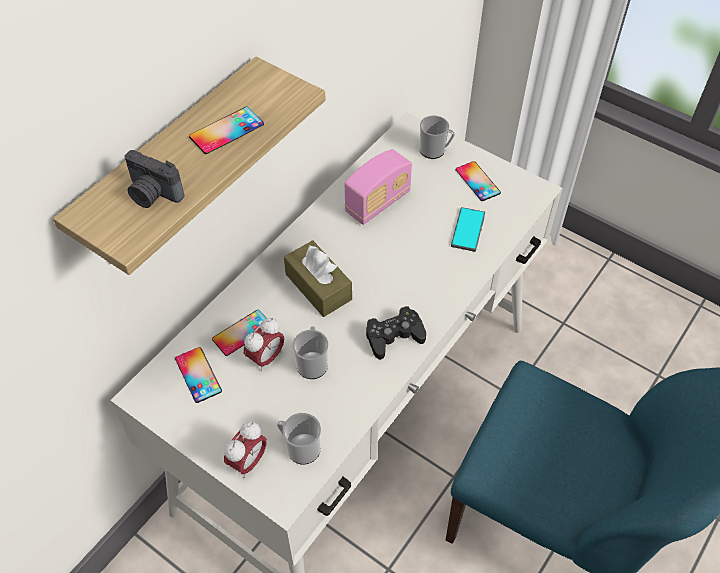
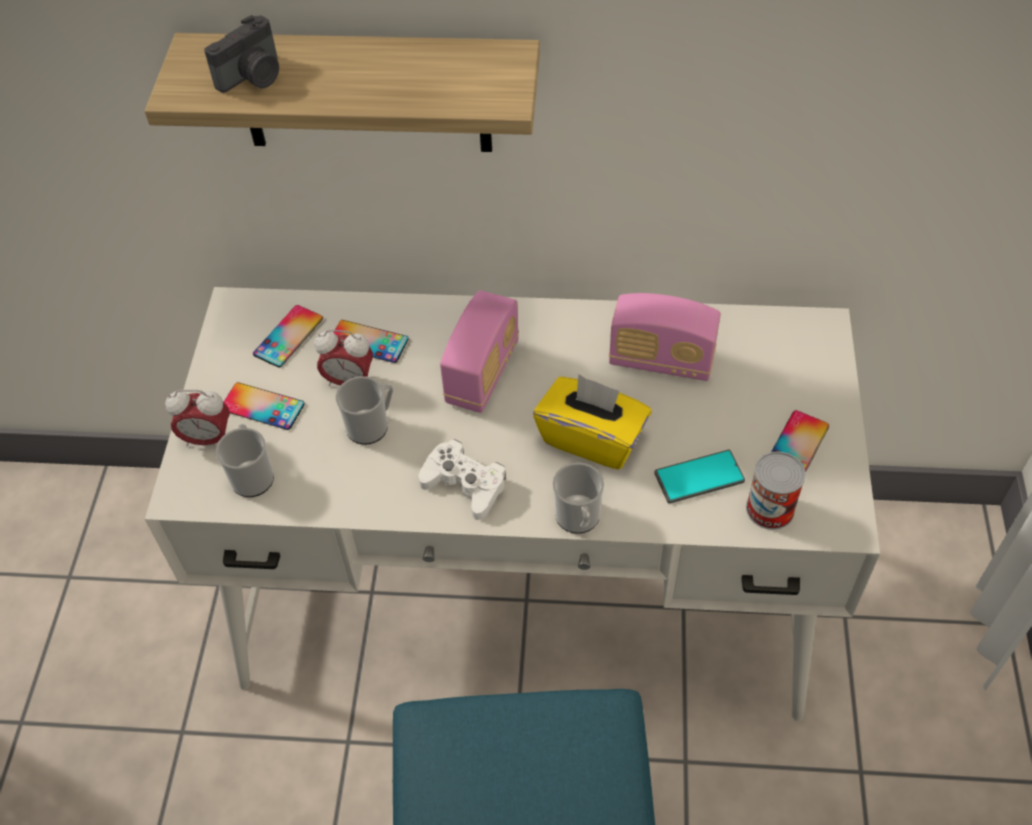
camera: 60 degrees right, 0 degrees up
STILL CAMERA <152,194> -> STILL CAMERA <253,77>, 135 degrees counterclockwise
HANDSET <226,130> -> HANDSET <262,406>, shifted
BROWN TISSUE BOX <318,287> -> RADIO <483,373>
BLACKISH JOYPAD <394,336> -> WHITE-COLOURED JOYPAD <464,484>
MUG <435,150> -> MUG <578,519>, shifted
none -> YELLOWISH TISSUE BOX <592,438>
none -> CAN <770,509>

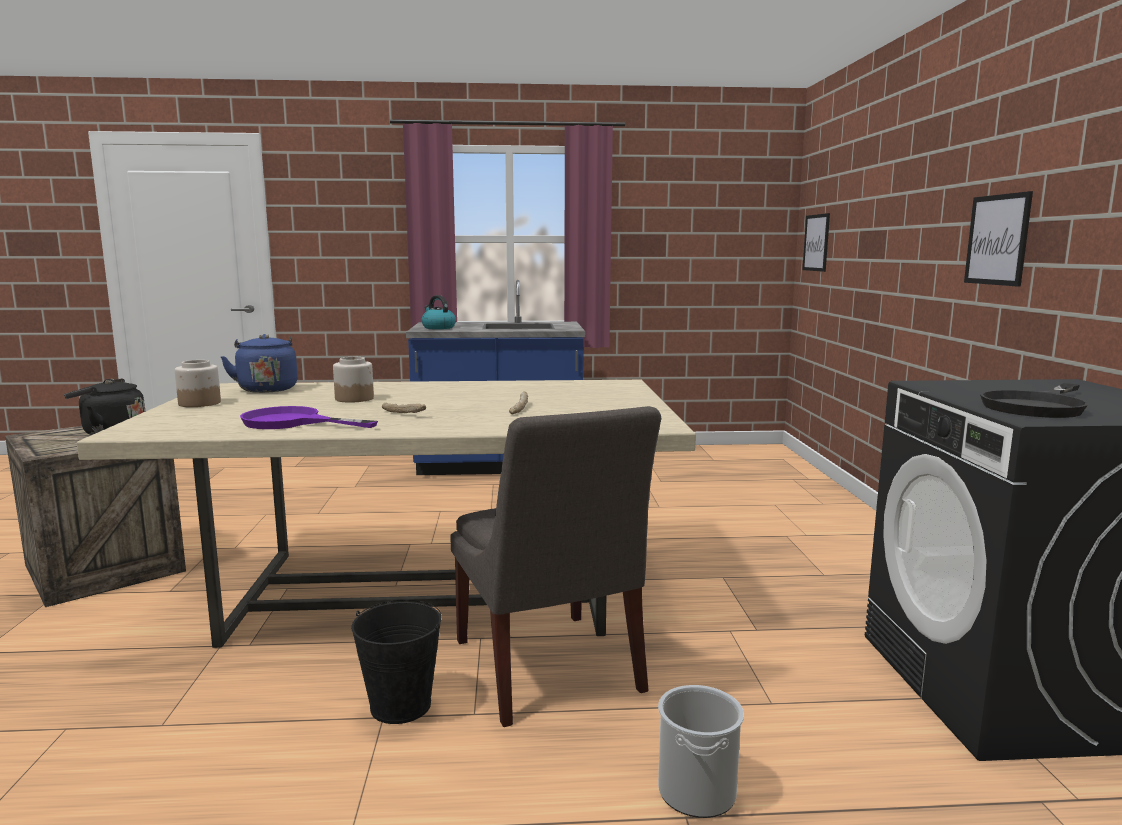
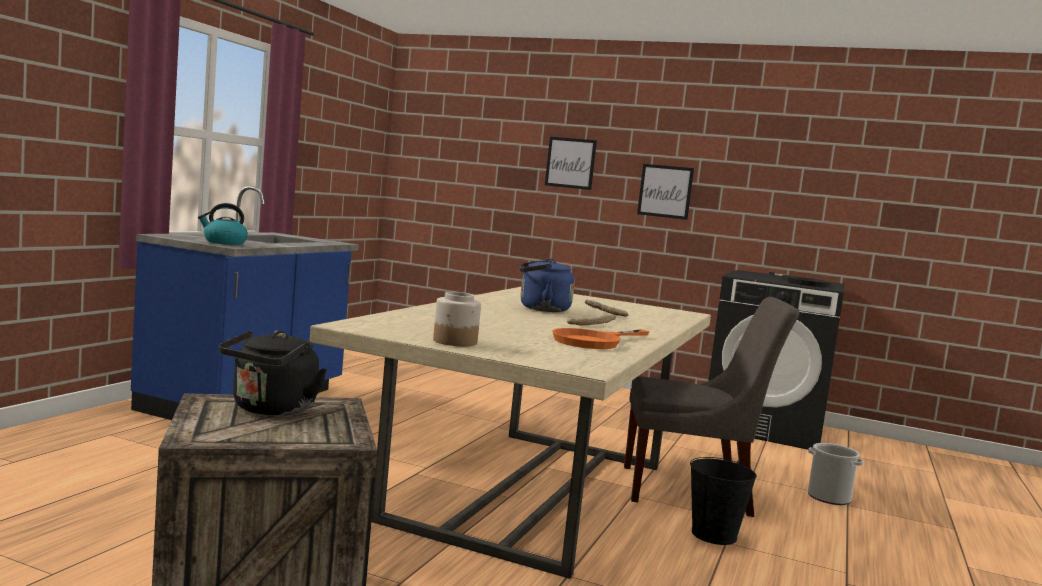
camera: 65 degrees left, 5 degrees down
BLUE WATER KETTLE <267,389> -> BLUE WATER KETTLE <541,309>, shifted
PURPLE-COLOURED PAN <292,422> -> ORANGE PAN <594,341>
JAR <354,398> -> none
PICTURE <816,242> -> PICTURE <570,163>, shifted

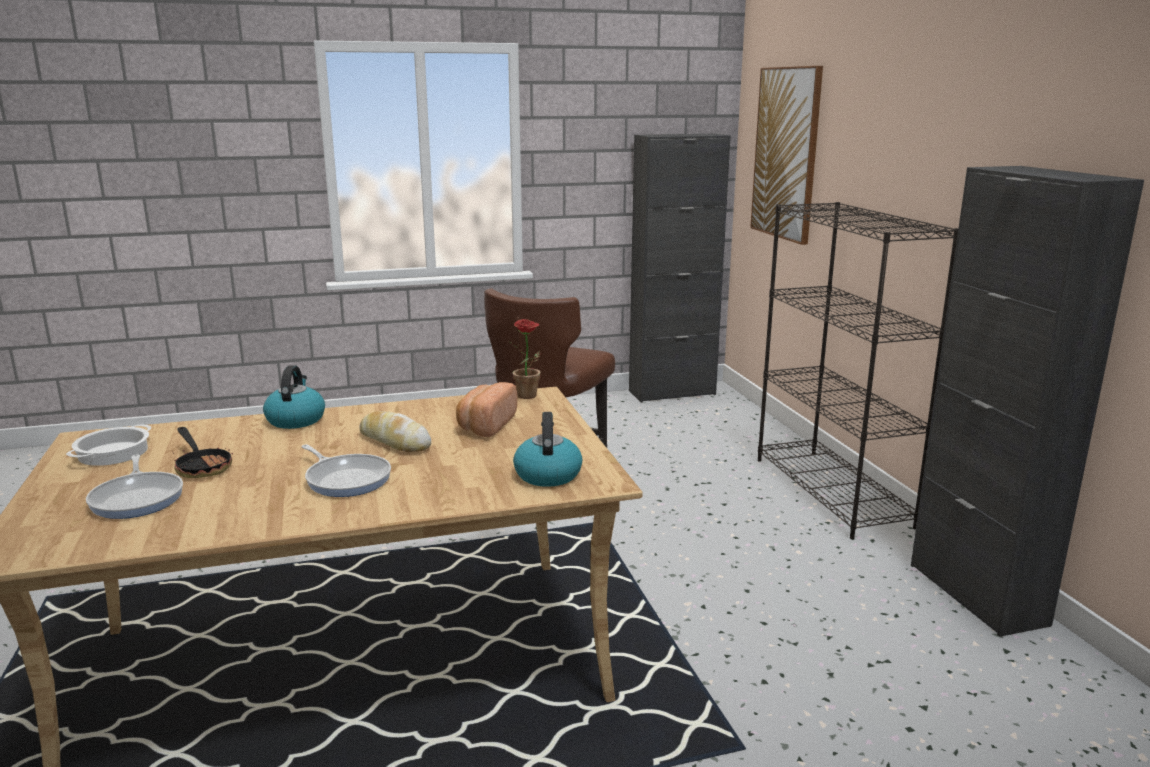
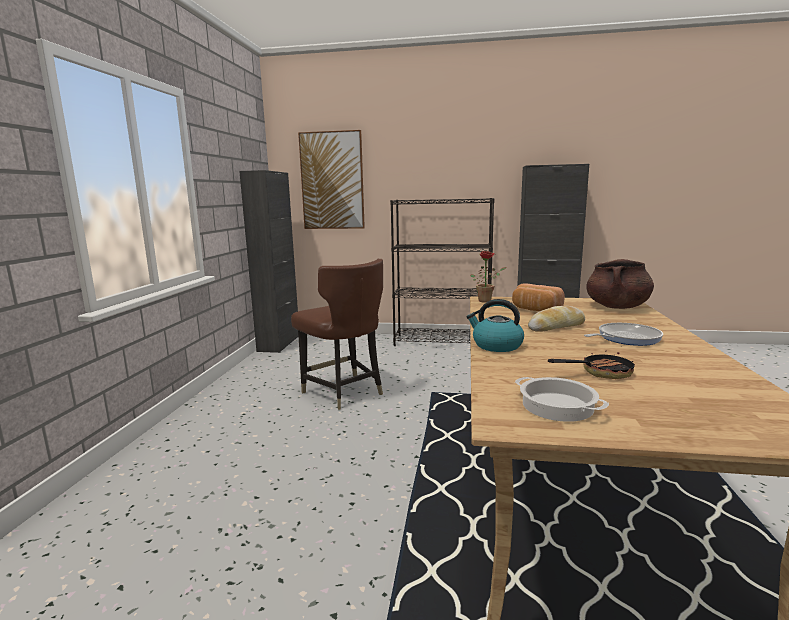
camera: 65 degrees left, 5 degrees down
PAN <138,498> -> none
WATER KETTLE <547,474> -> BROWN COOKING POT <617,307>

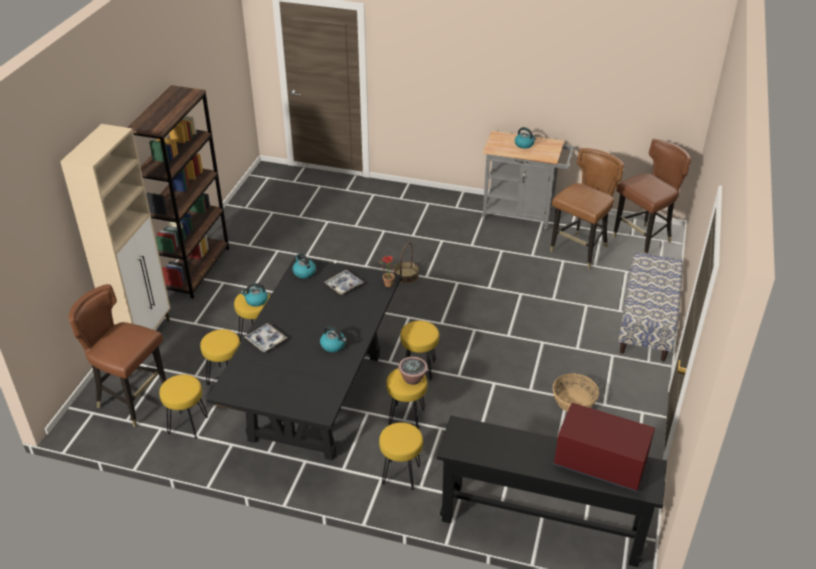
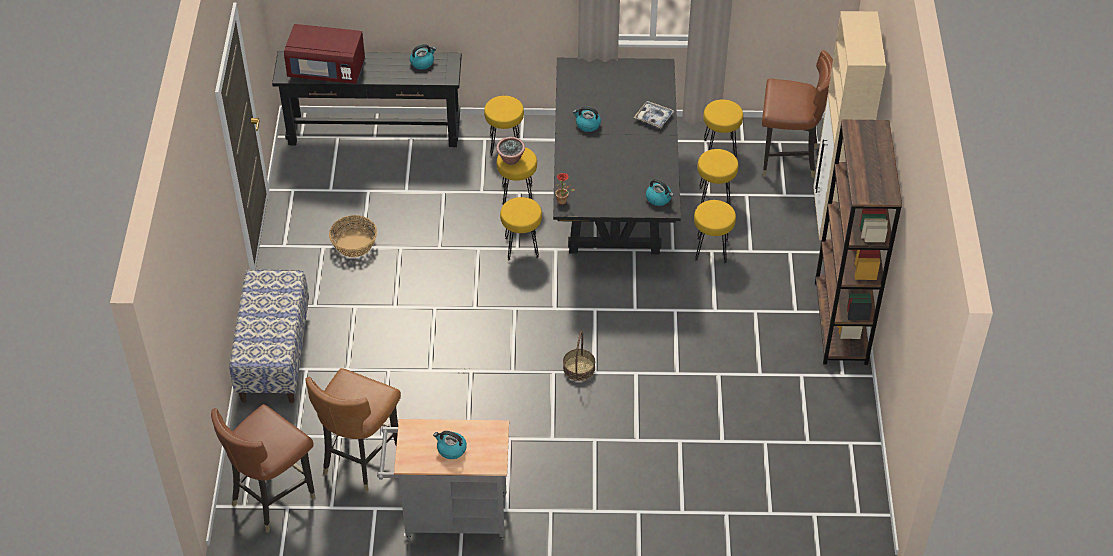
camera: 165 degrees right, 10 degrees up
WATER KETTLE <256,301> -> WATER KETTLE <422,62>, shifted
CARRYING TRAY <344,285> -> none

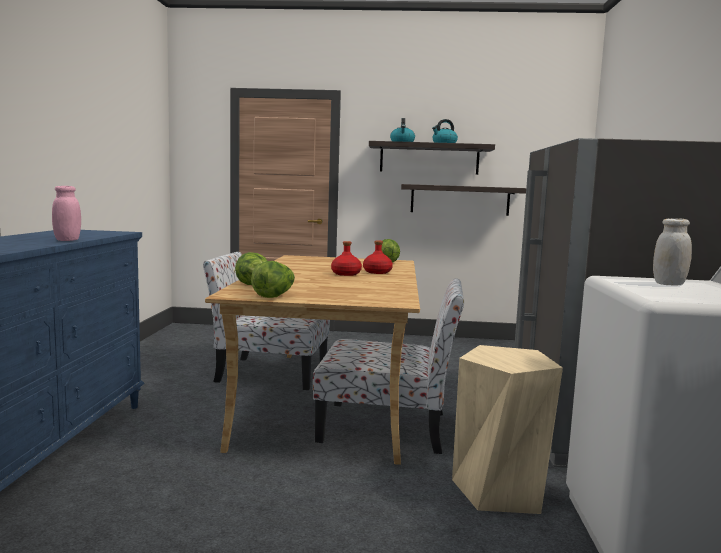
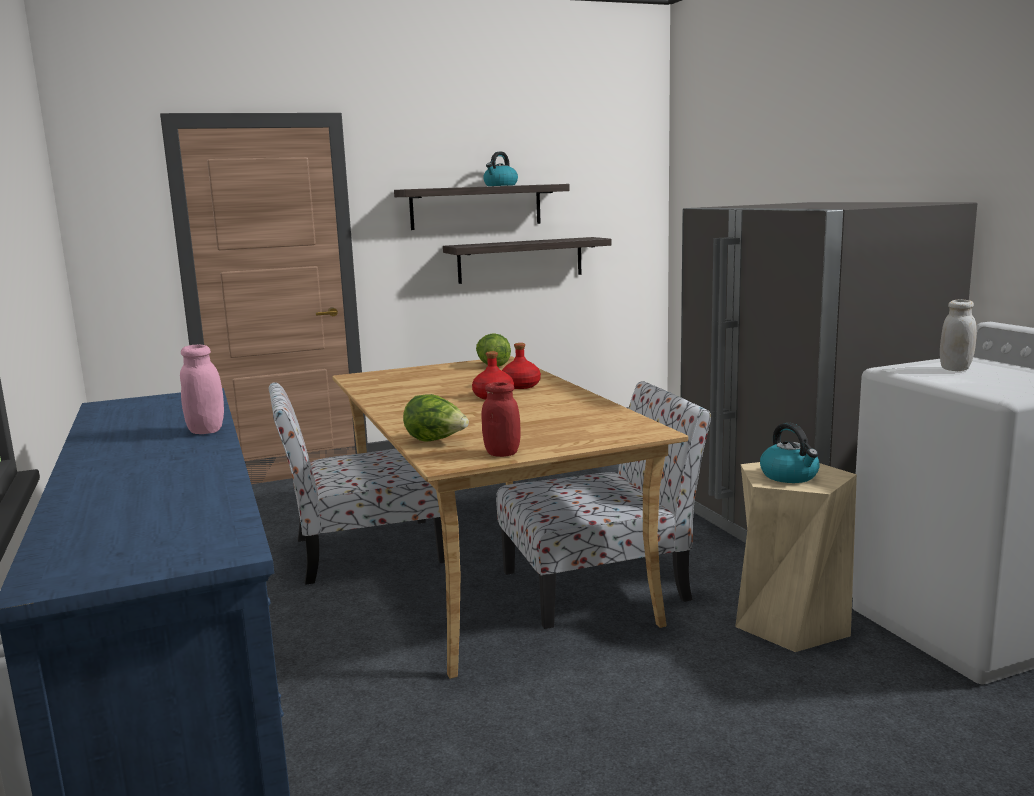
camera: 25 degrees left, 5 degrees up
LETTUCE HEAD <274,296> -> REDDISH JAR <502,453>
WATER KETTLE <402,142> -> WATER KETTLE <790,476>, shifted

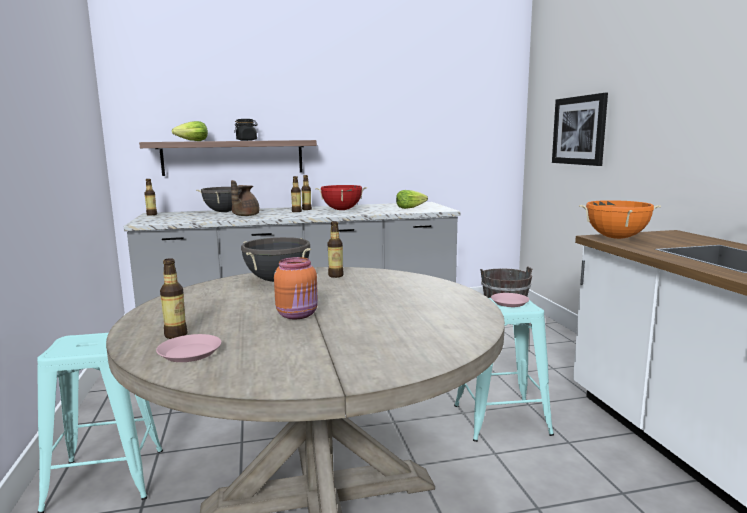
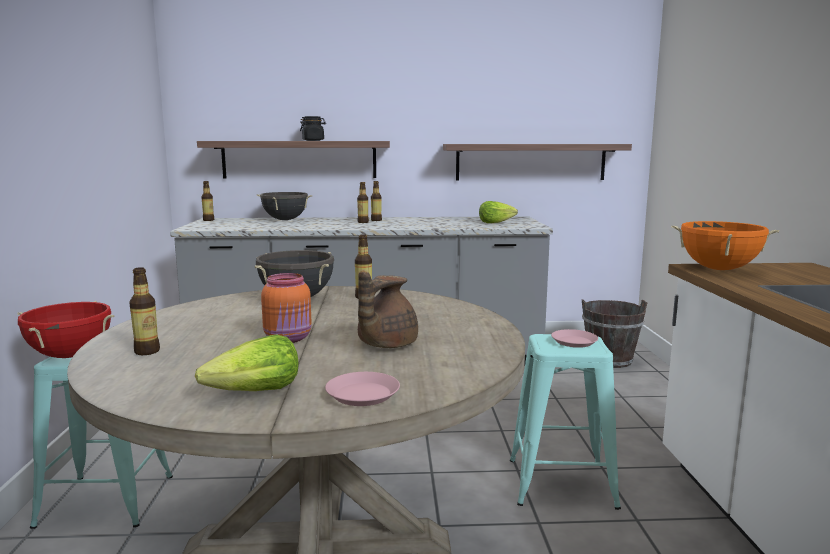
camera: 10 degrees right, 0 degrees up
PINK-COLOURED FLAT DISH <189,353> -> PINK-COLOURED FLAT DISH <362,394>, shifted
LETTUCE HEAD <192,141> -> LETTUCE HEAD <255,393>, shifted
BROWN TEA POT <244,215> -> BROWN TEA POT <385,344>, shifted
REDDISH COOKING POT <342,210> -> REDDISH COOKING POT <71,355>, shifted
PICTURE <579,130> -> none
none -> BRACKET SHELF <530,162>

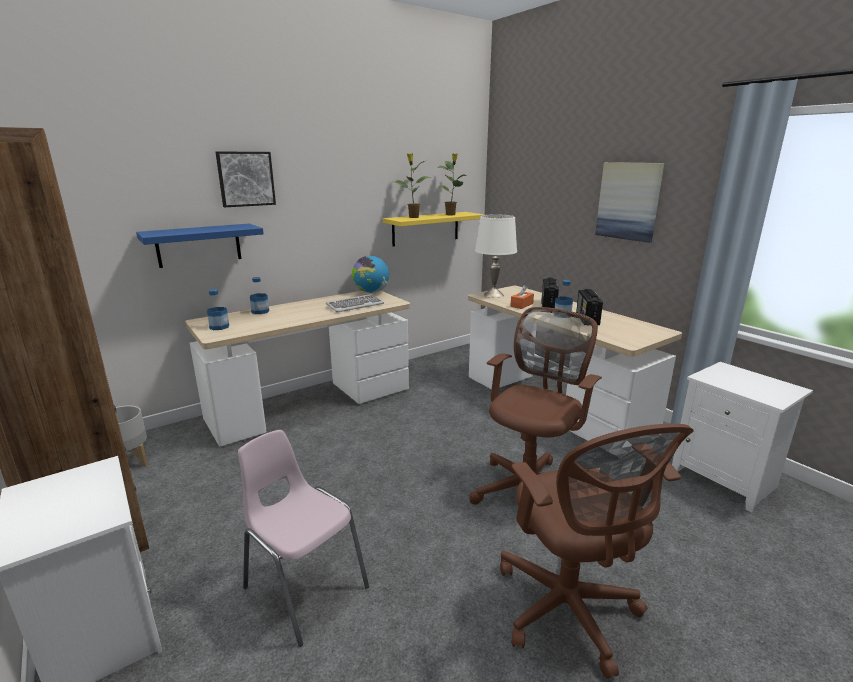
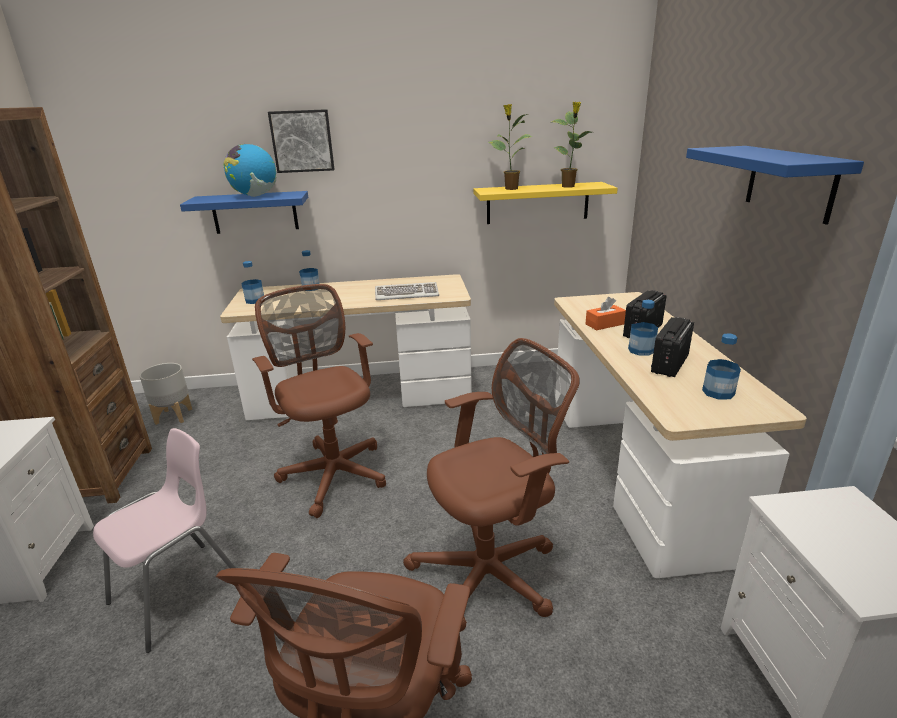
camera: 30 degrees right, 5 degrees up
PINK-COLOURED PLAIN CHAIR <305,587> -> PINK-COLOURED PLAIN CHAIR <180,592>, 60 degrees clockwise
DESK GLOBE <371,292> -> DESK GLOBE <255,196>, shifted
WHITE-COLOURED TABLETOP LAMP <494,295> -> none
PICTURE <628,201> -> BLUE BRACKET SHELF <790,182>
none -> BROWN DESK CHAIR <333,471>
none -> BOTTLE <718,392>

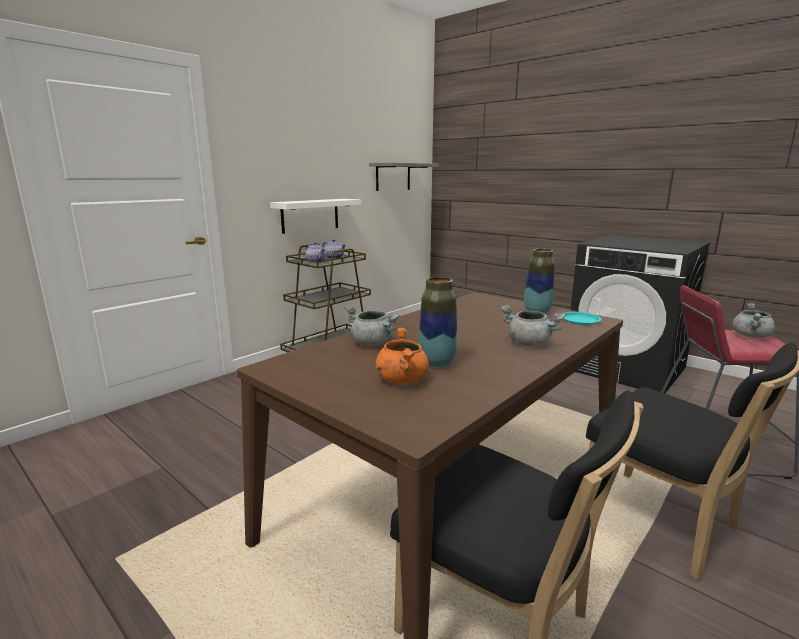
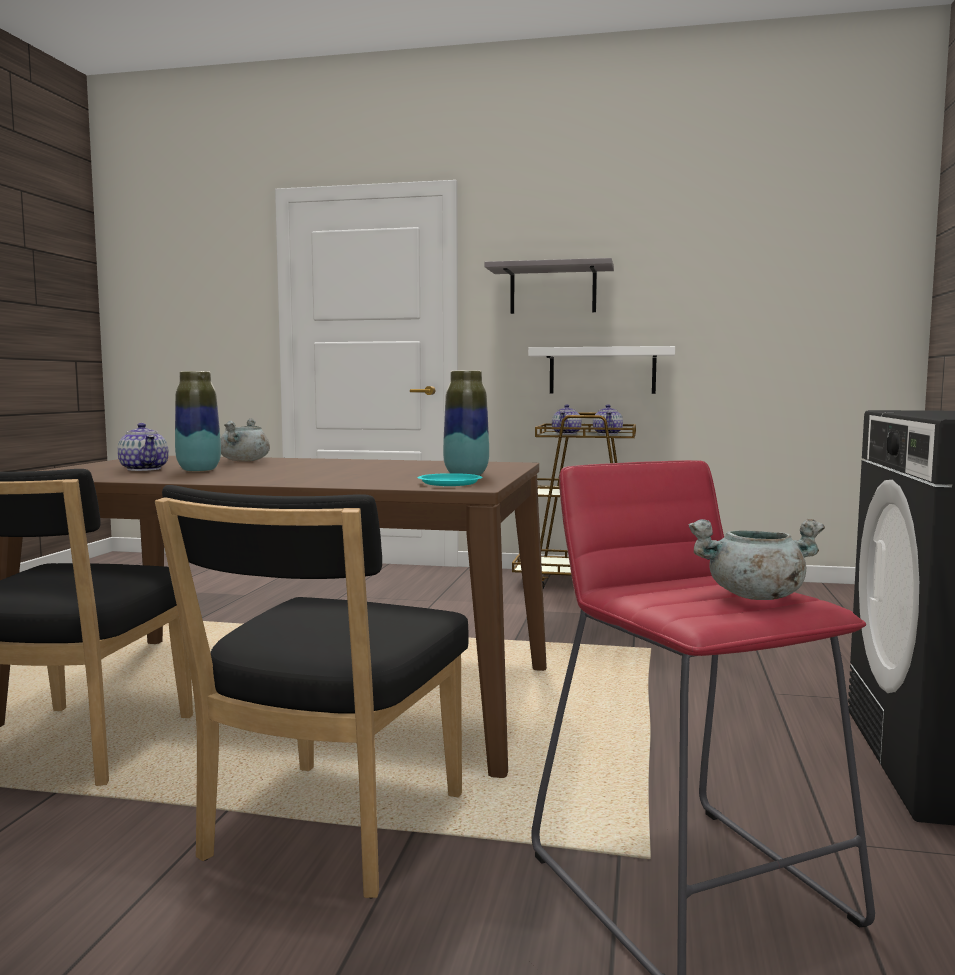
camera: 60 degrees right, 10 degrees down
GREYISH BRACKET SHELF <393,177> -> GREYISH BRACKET SHELF <553,290>, shifted
ORANGE COOKING POT <401,379> -> TEA POT <144,469>
GREYISH COOKING POT <529,343> -> none

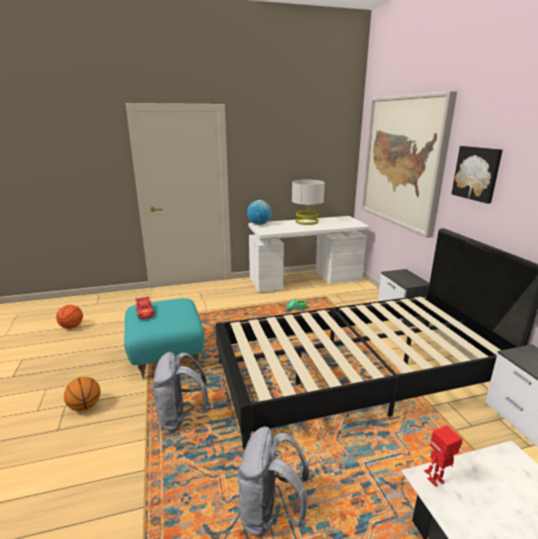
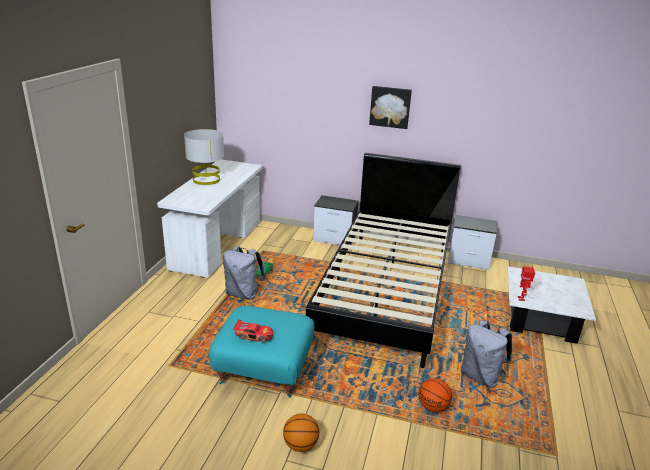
camera: 60 degrees left, 5 degrees up
BASKETBALL <72,327> -> BASKETBALL <433,407>, shifted
GREYISH BACKPACK <181,417> -> GREYISH BACKPACK <243,294>, shifted
DESK GLOBE <259,224> -> none
PICTURE <403,161> -> none

